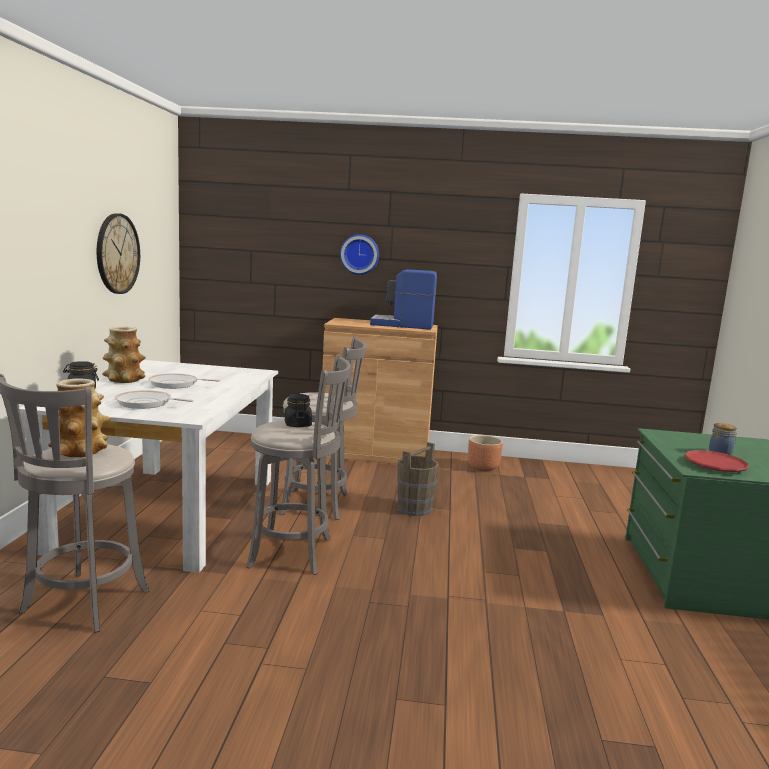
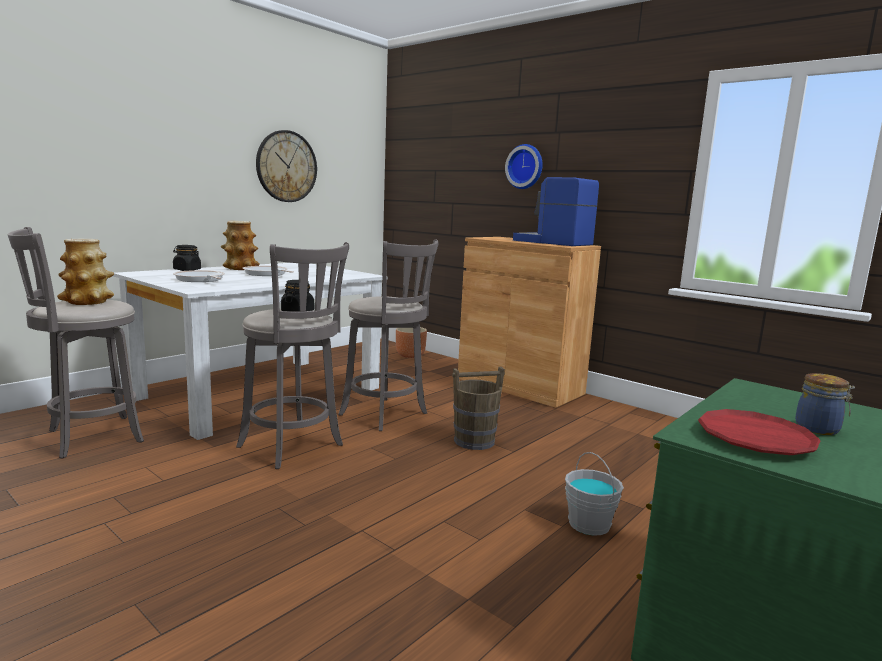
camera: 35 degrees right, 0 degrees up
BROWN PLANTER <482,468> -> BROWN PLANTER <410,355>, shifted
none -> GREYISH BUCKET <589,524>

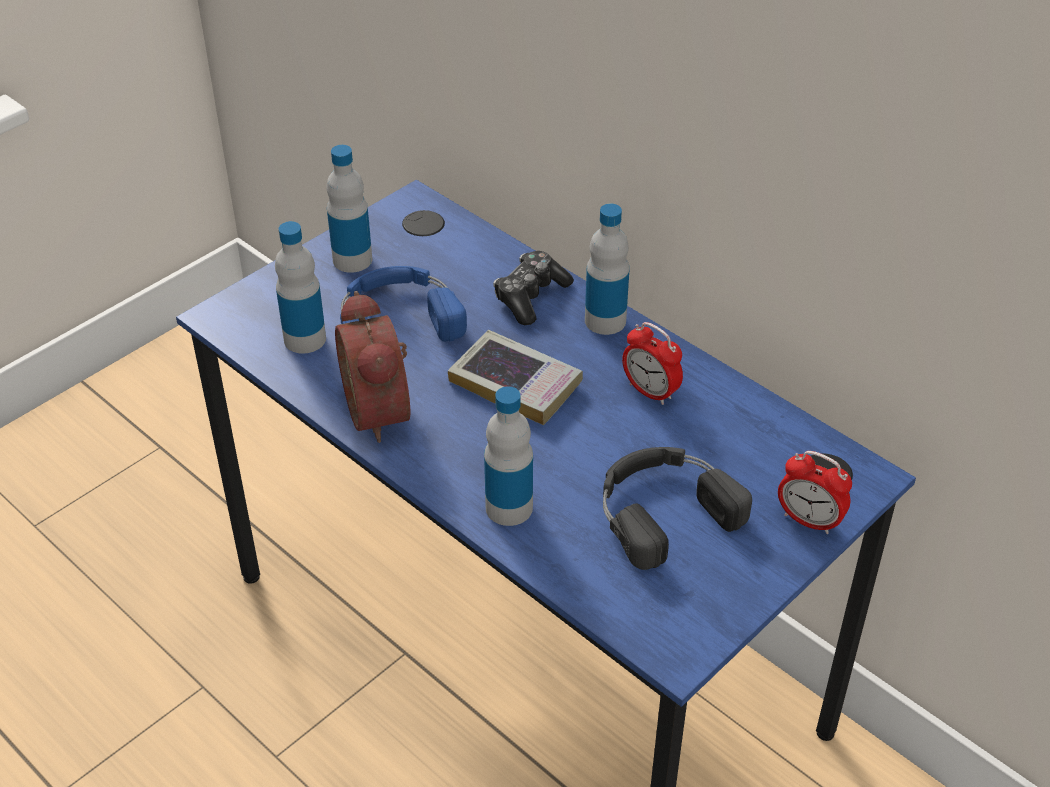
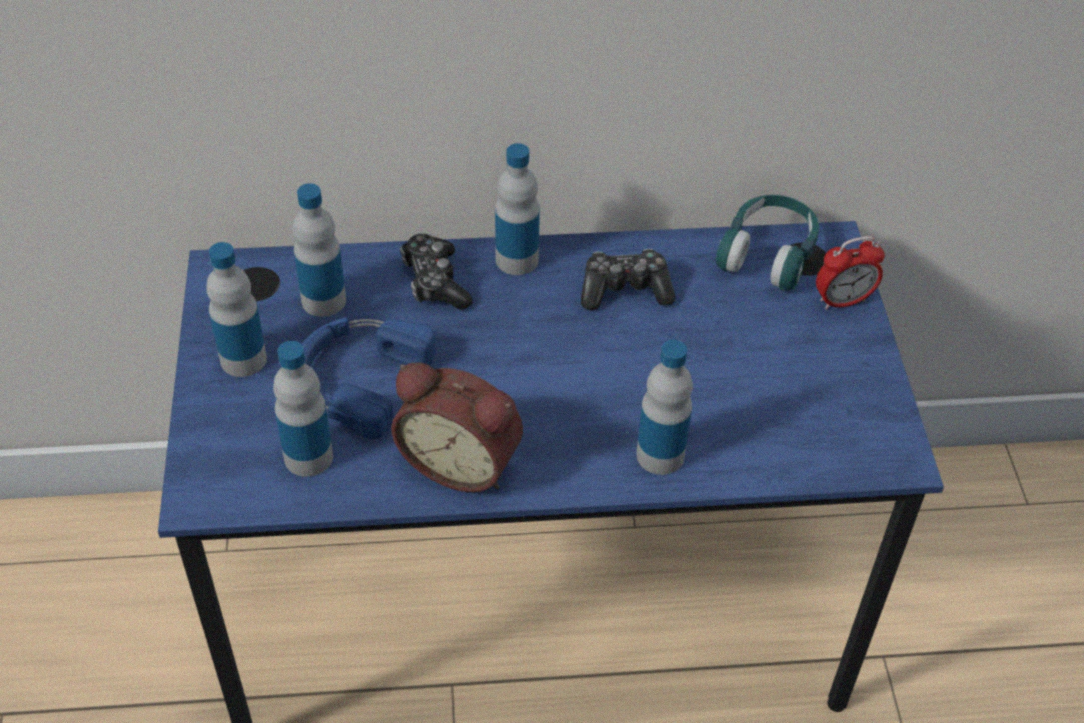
camera: 50 degrees left, 5 degrees up
VOLUME <515,383> -> none
BLACKISH PAIR OF HEADPHONES <662,509> -> none
ALARM CLOCK <650,392> -> JOYPAD <625,290>
none -> BOTTLE <323,300>
none -> BLUE-GREEN PAIR OF HEADPHONES <768,254>

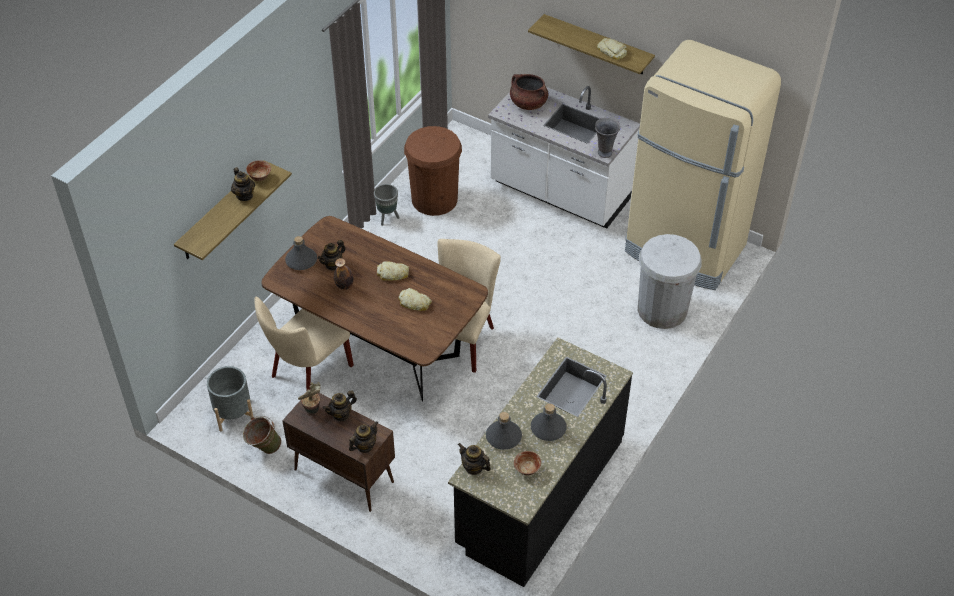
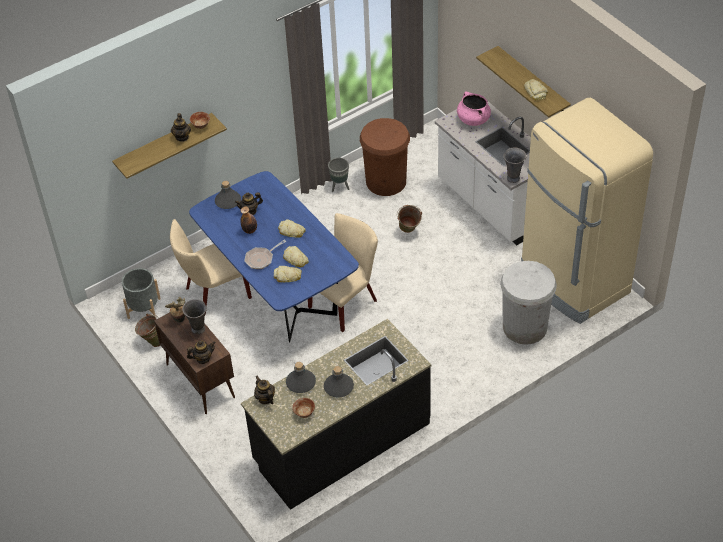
camera: 25 degrees right, 0 degrees up
BROWN DINNER TABLE <380,348> -> BLUE DINNER TABLE <279,290>
TEA POT <341,414> -> GREYISH VASE <198,329>
BROWN COOKING POT <528,103> -> PINK-COLOURED COOKING POT <473,119>
none -> PAN <261,259>
none -> BREAD <287,276>
none -> GREENISH BUCKET <409,231>

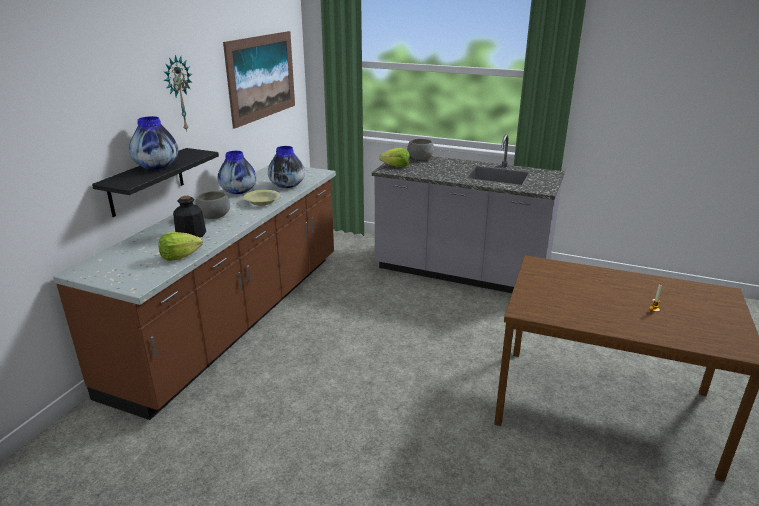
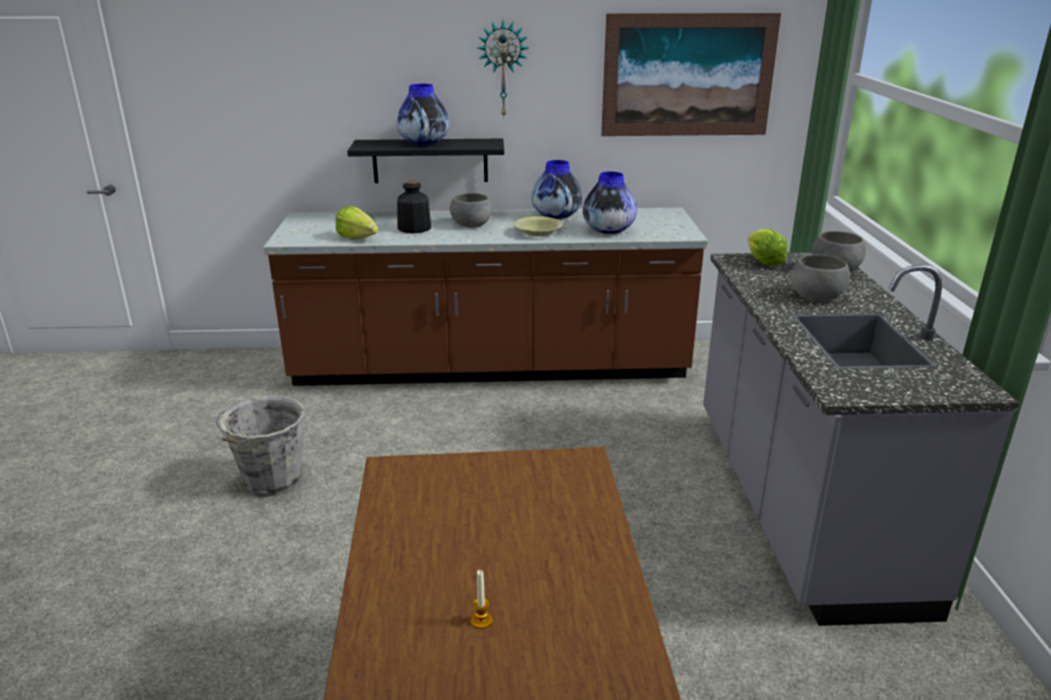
camera: 65 degrees right, 0 degrees up
none -> GREYISH BUCKET <271,482>
none -> GREYISH BOWL <816,296>

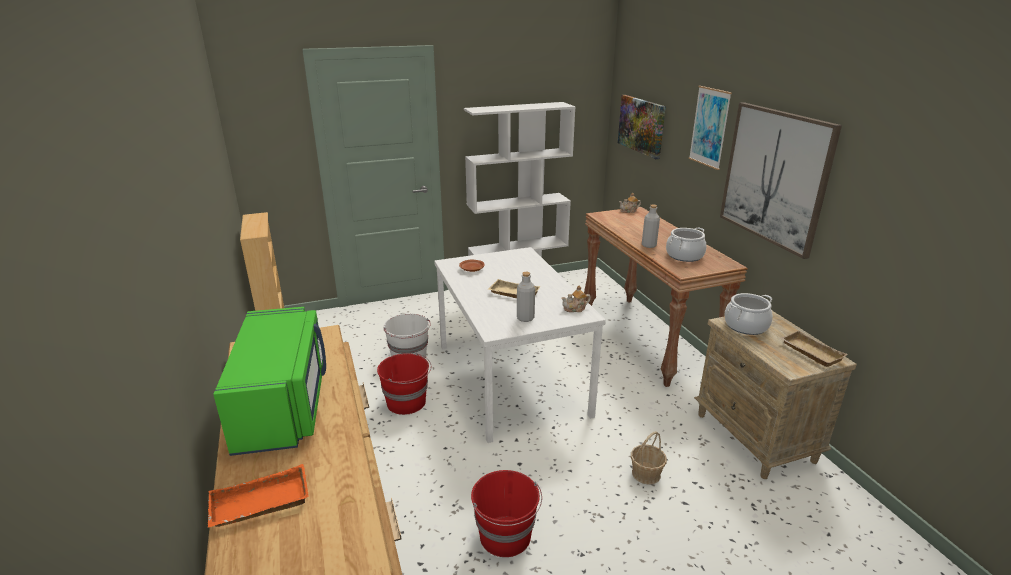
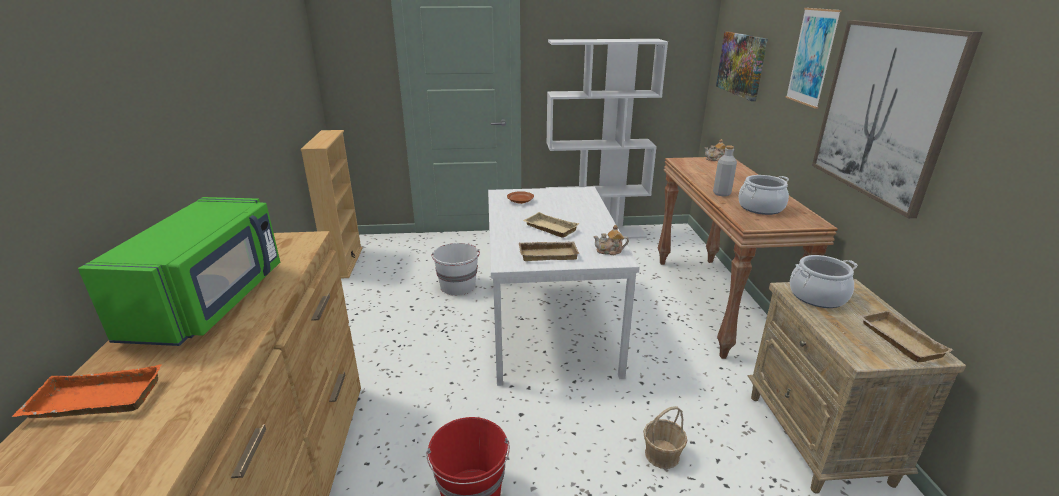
camera: 15 degrees right, 0 degrees up
REDDISH BUCKET <407,402> -> none
GREYISH BOTTLE <525,318> -> SAND-COLOURED CARRYING TRAY <548,254>

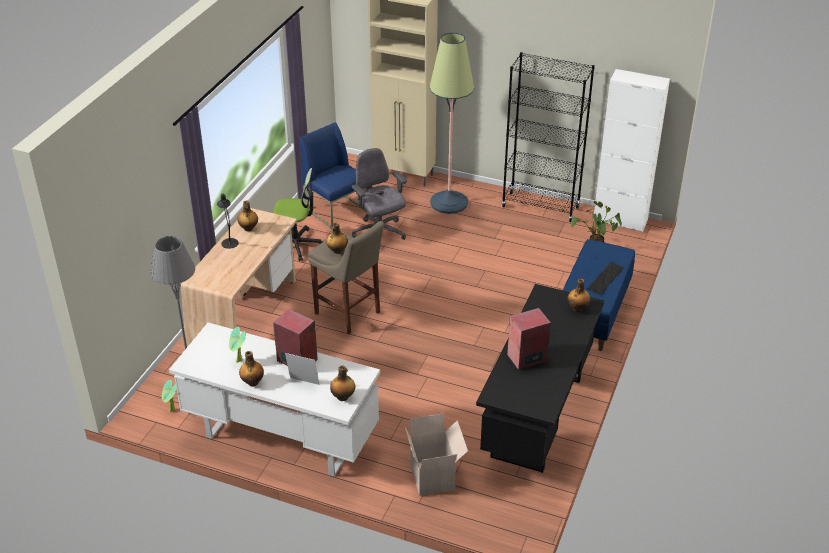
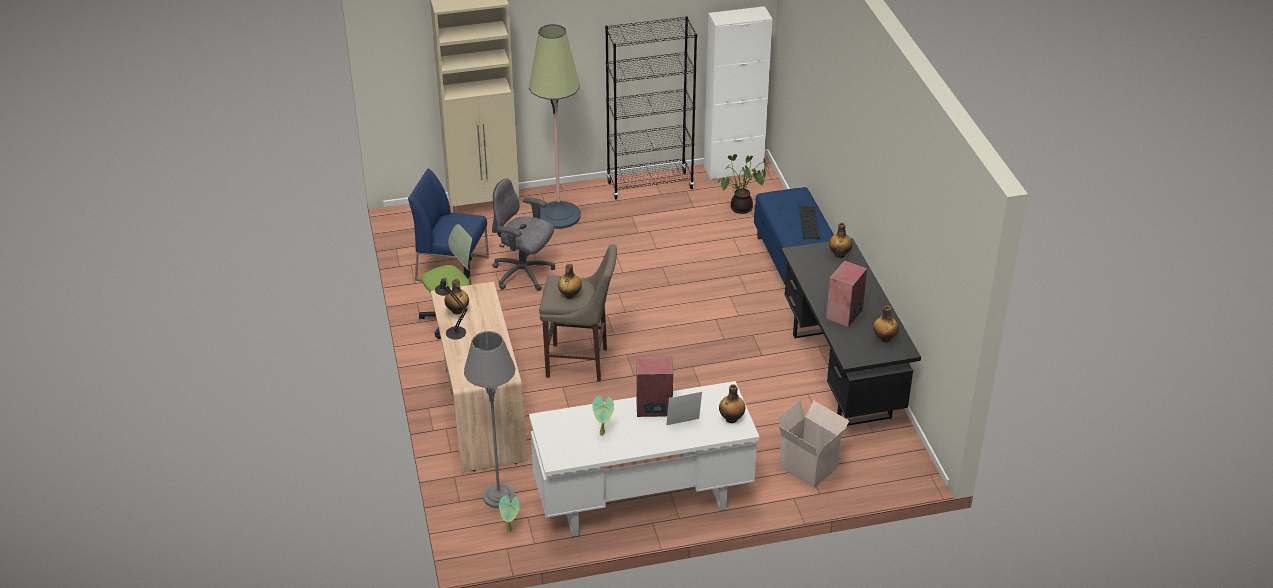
camera: 35 degrees left, 0 degrees up
BOTTLE <252,382> -> BOTTLE <884,338>, shifted

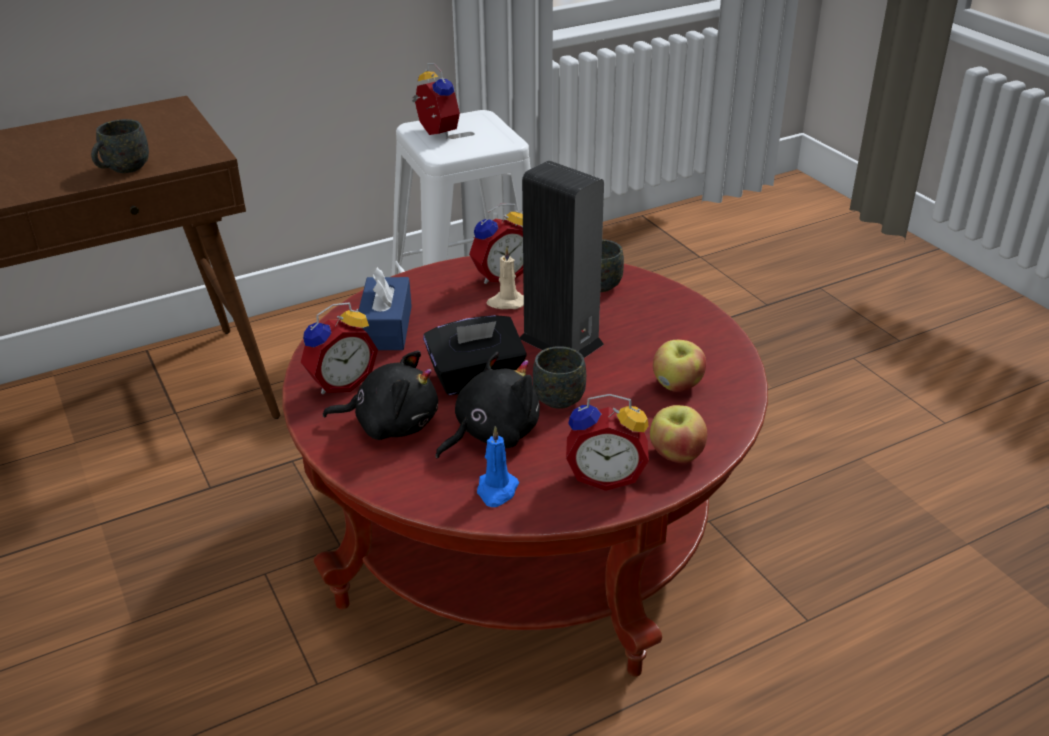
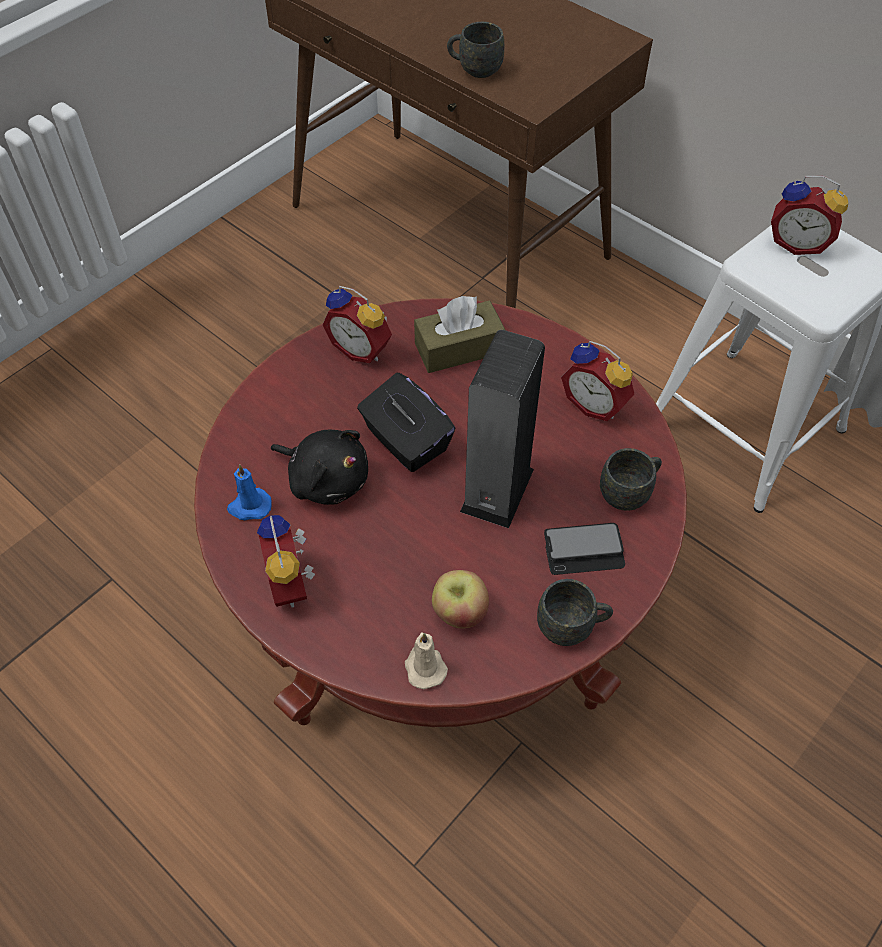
camera: 70 degrees right, 20 degrees up
BLACKISH SOFT TOY <391,424> -> none
BLUE TISSUE BOX <386,328> -> BROWN TISSUE BOX <459,348>
ALARM CLOCK <434,133> -> ALARM CLOCK <797,243>, 75 degrees clockwise
SAND-COLOURED CANDLE <506,303> -> SAND-COLOURED CANDLE <424,666>, shifted
GREYISH MUG <561,394> -> GREYISH MUG <572,626>, shifted
APPLE <676,455> -> none
none -> HANDSET <584,550>

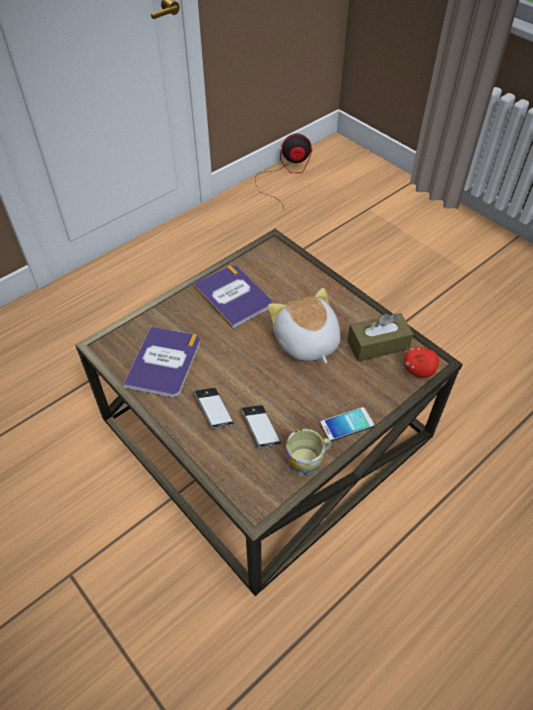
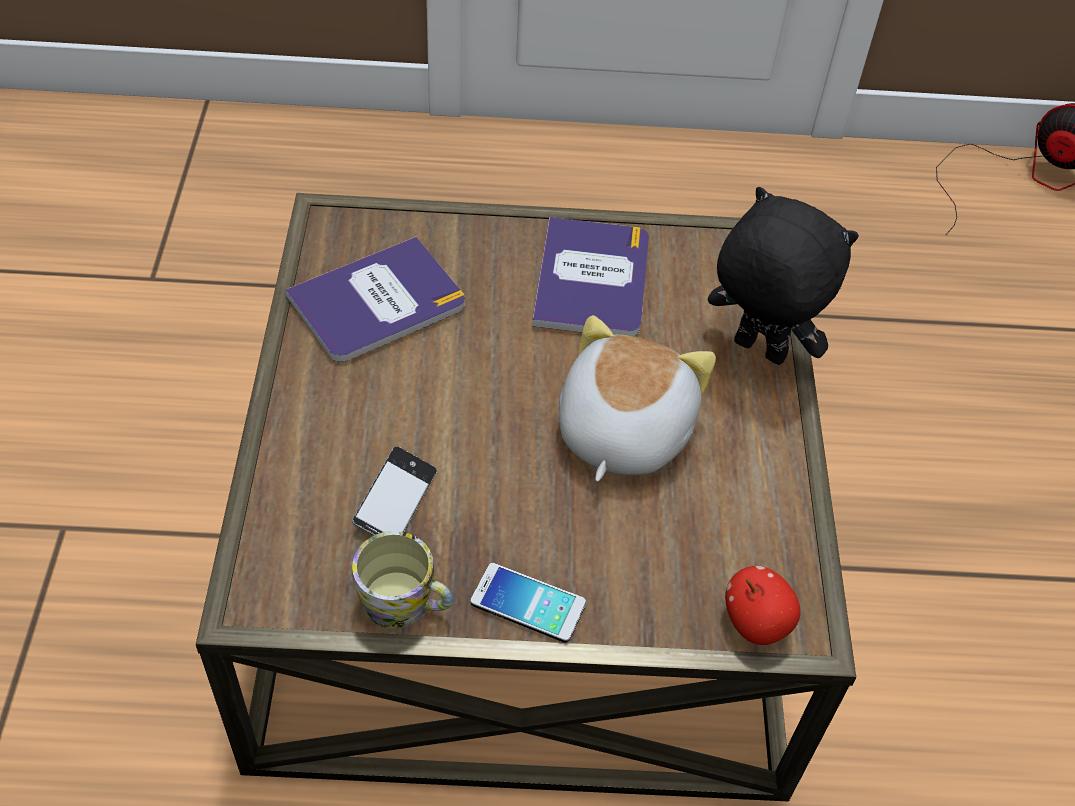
camera: 40 degrees right, 0 degrees up
HANDSET <214,410> -> none
BROWN TISSUE BOX <378,345> -> none
none -> BLACKISH SOFT TOY <757,351>

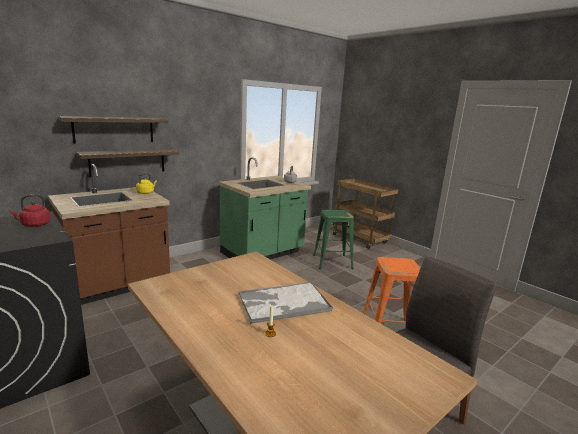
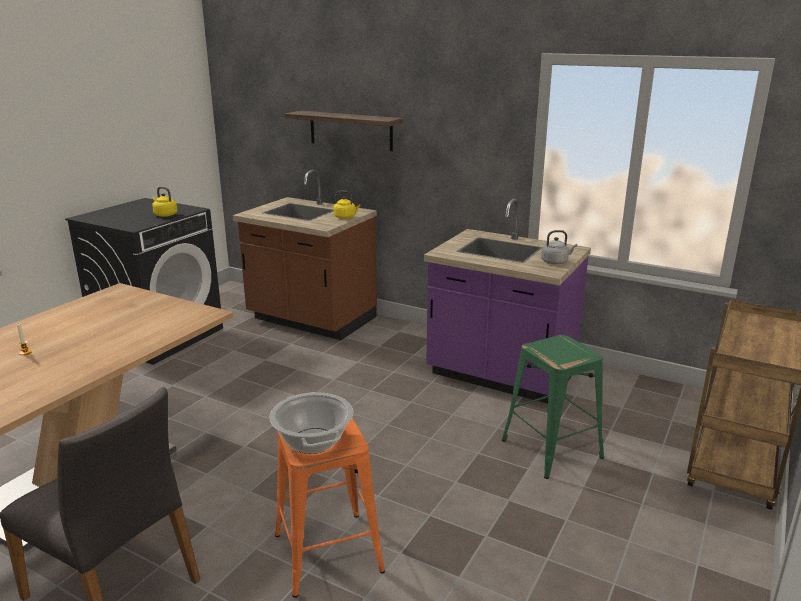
camera: 70 degrees right, 5 degrees up
REDDISH WATER KETTLE <34,225> -> YELLOWISH WATER KETTLE <164,215>
BRACKET SHELF <128,162> -> none
GREENISH COUNTER <262,253> -> PURPLE-COLOURED COUNTER <500,375>
CARRYING TRAY <283,303> -> none
none -> COOKING POT <313,441>

